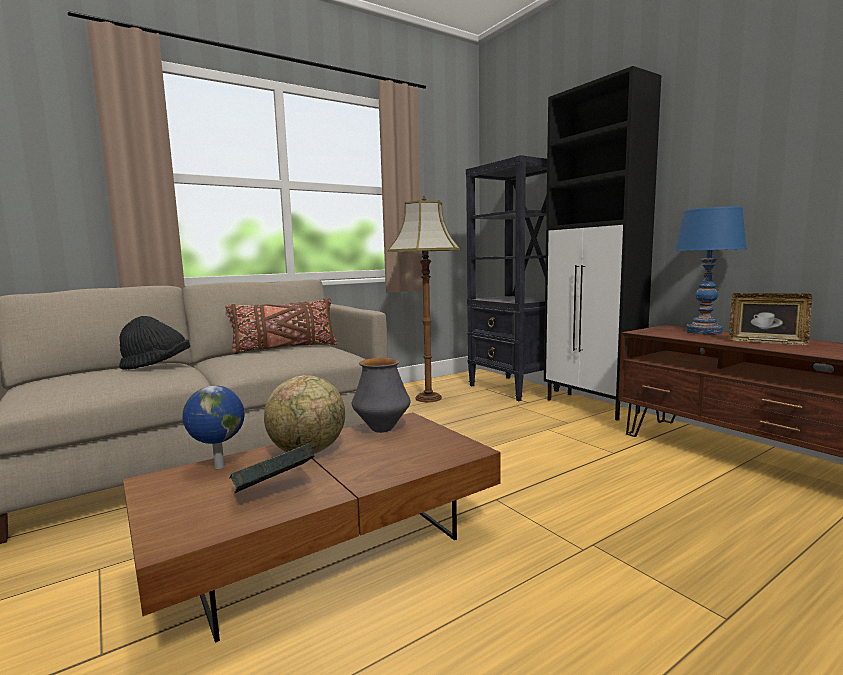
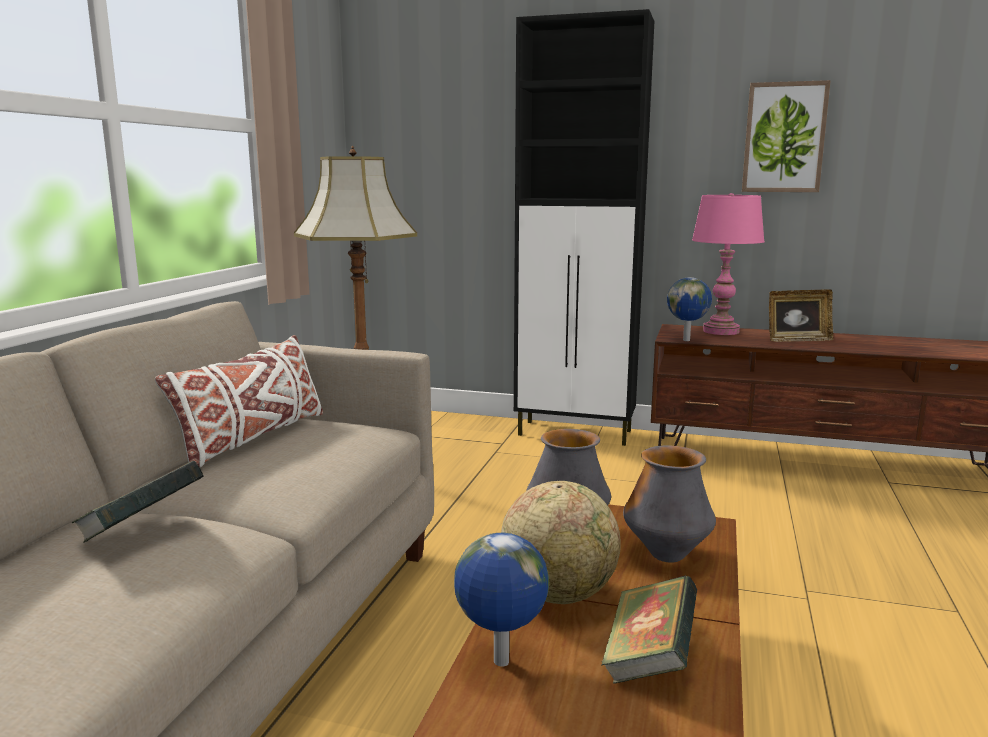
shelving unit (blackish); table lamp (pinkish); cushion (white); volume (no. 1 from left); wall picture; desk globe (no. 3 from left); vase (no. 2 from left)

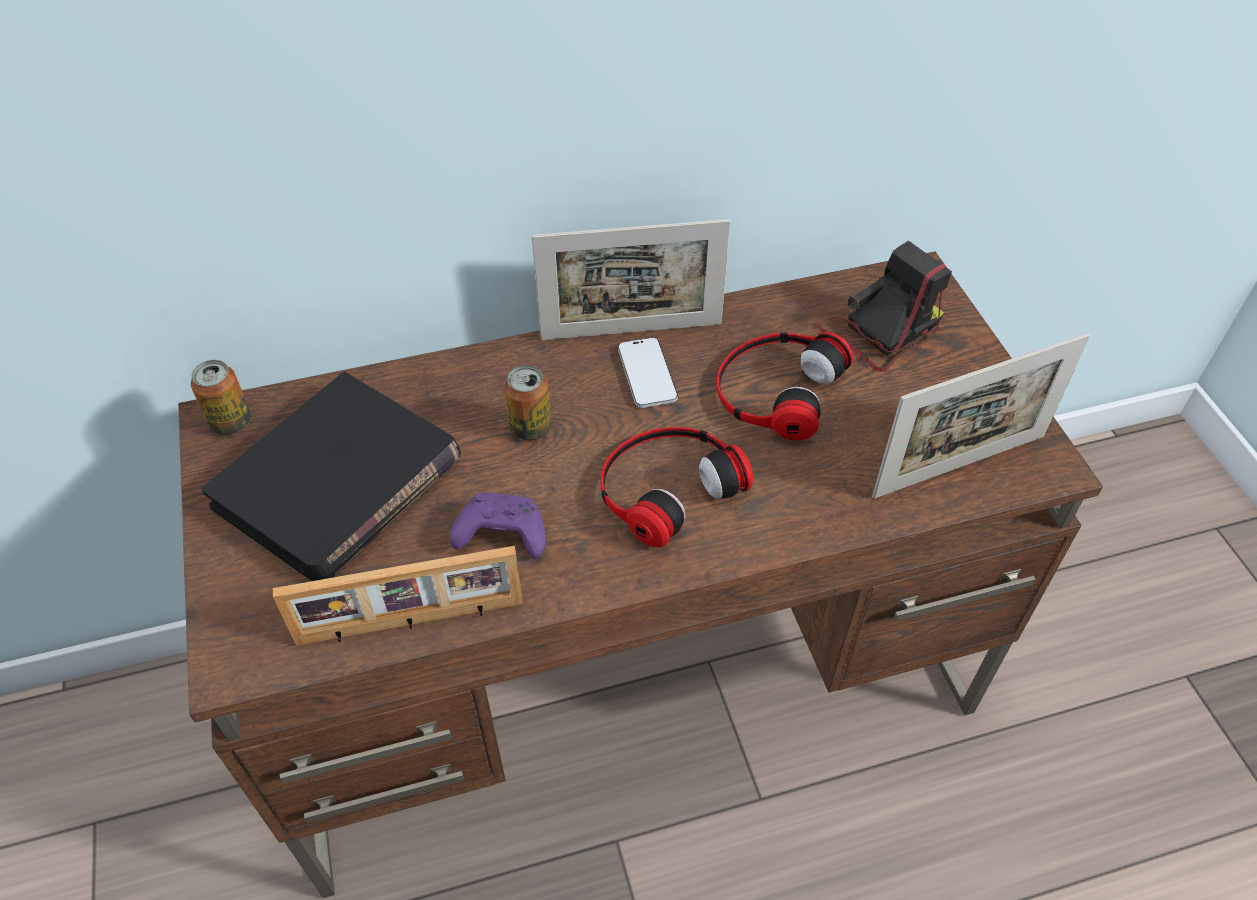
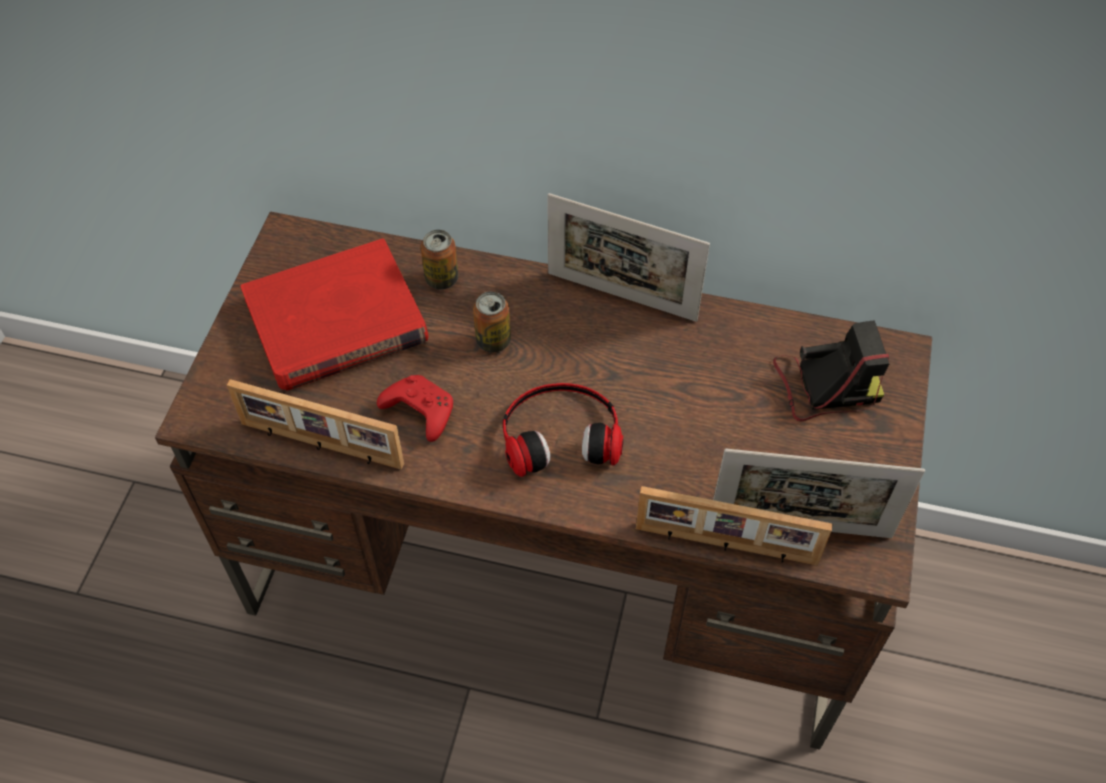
pair of headphones (no. 2 from left in the first image); phone; metal can (no. 1 from left); volume (red); joypad (red); standing frame (no. 3 from left)

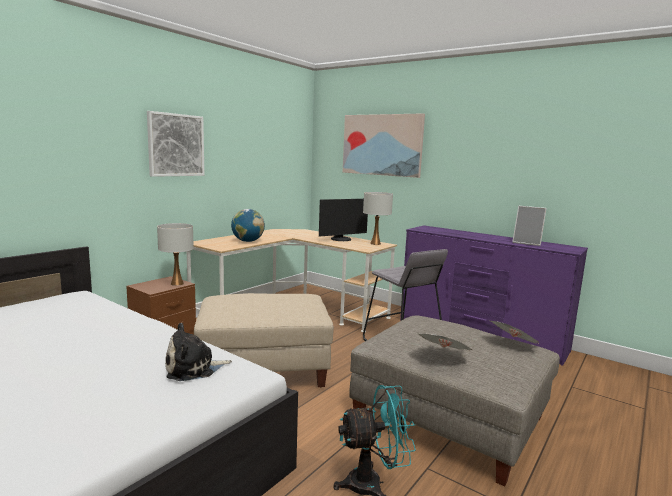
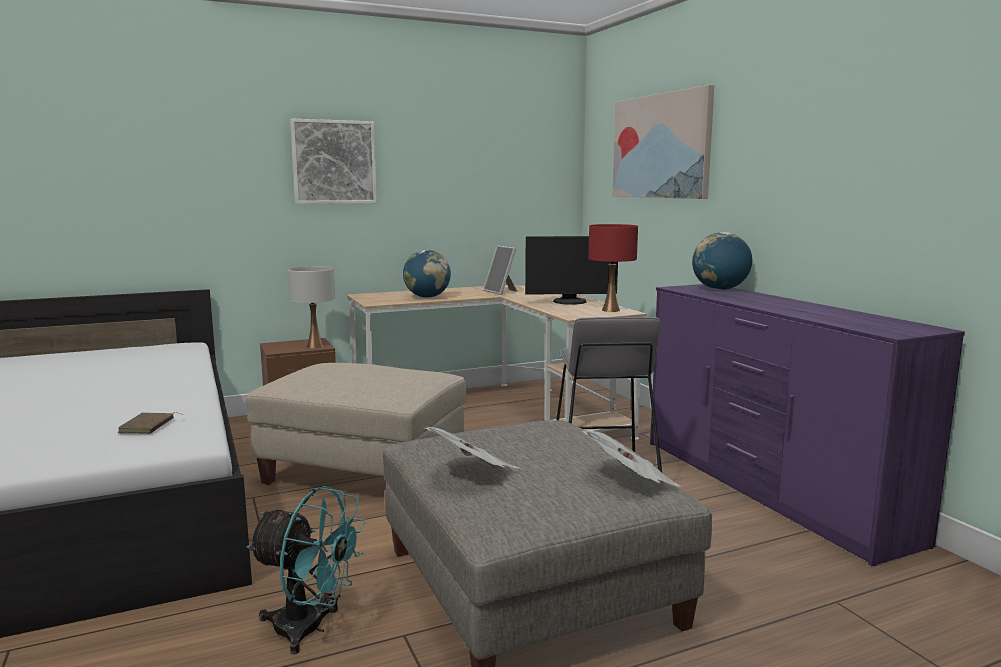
table lamp (red); standing frame; volume (brown); desk globe (no. 2 from left)

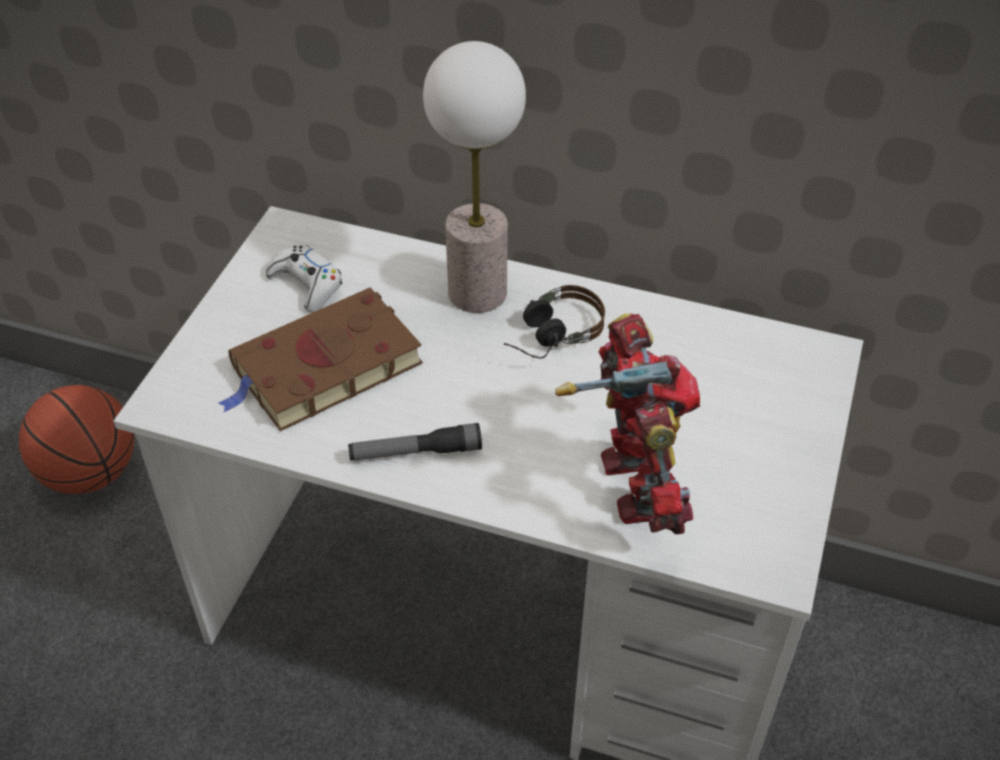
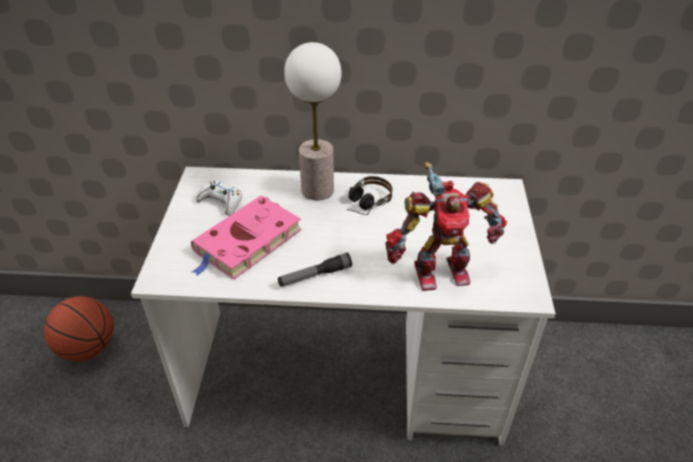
volume (pinkish); toy robot

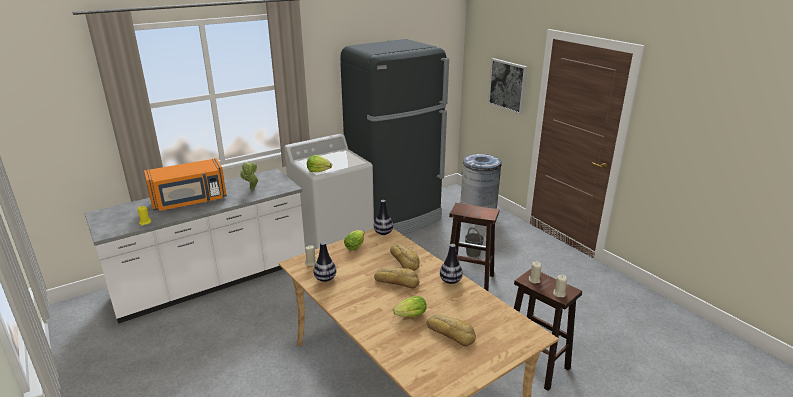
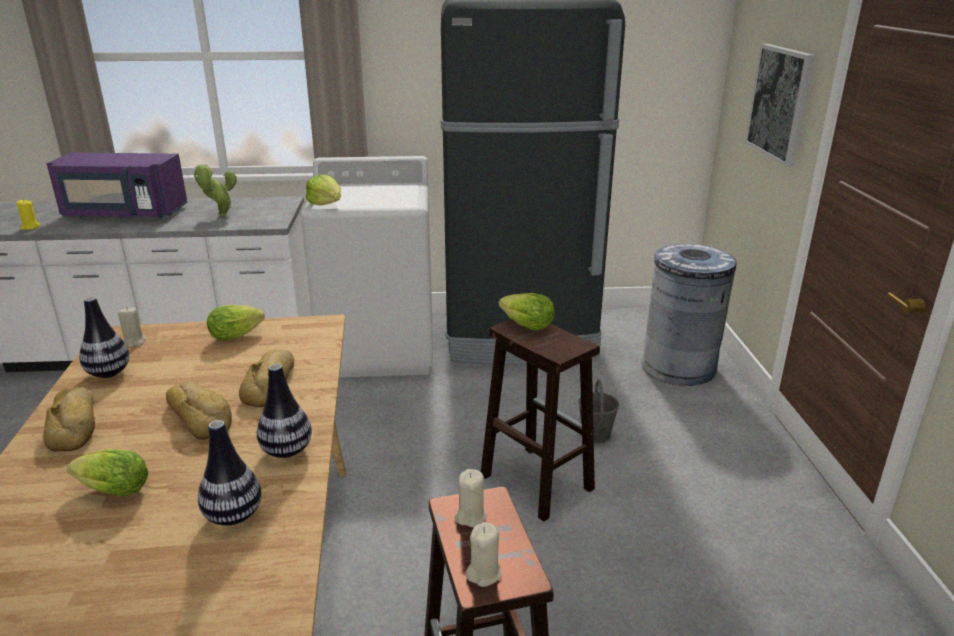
kitchen microwave (purple-coloured); vase (no. 2 from left); bread (no. 1 from left); lettuce head (no. 4 from left)

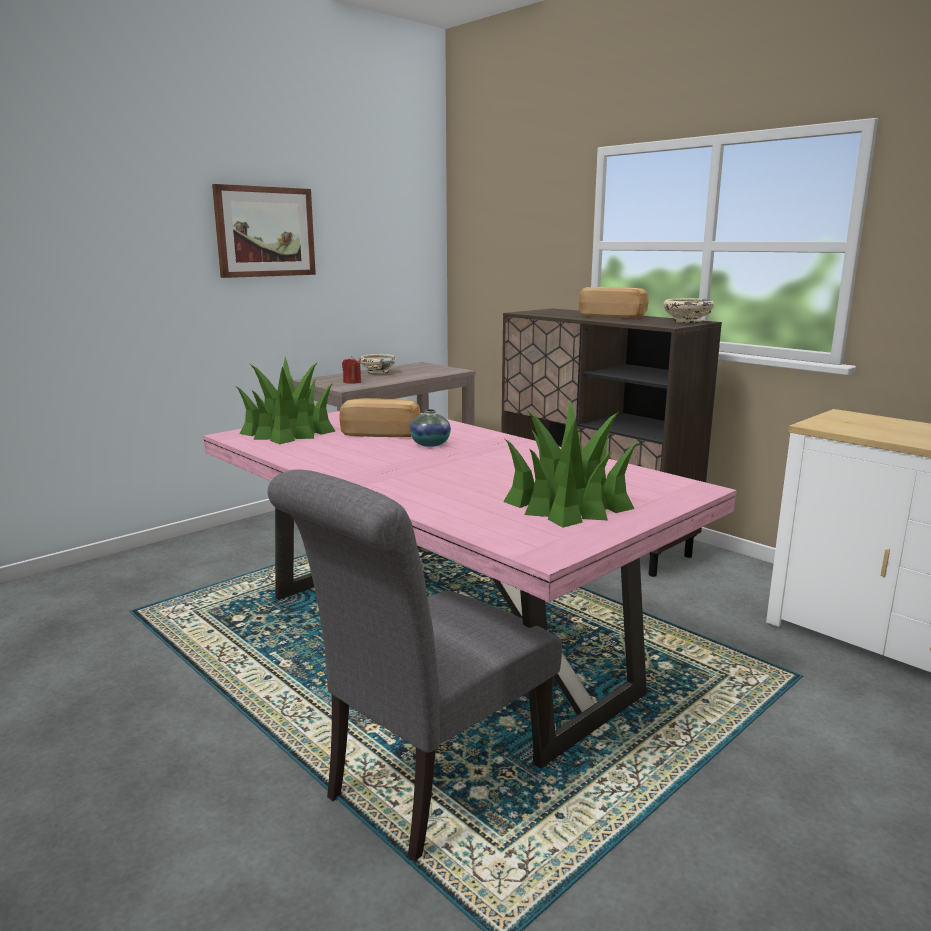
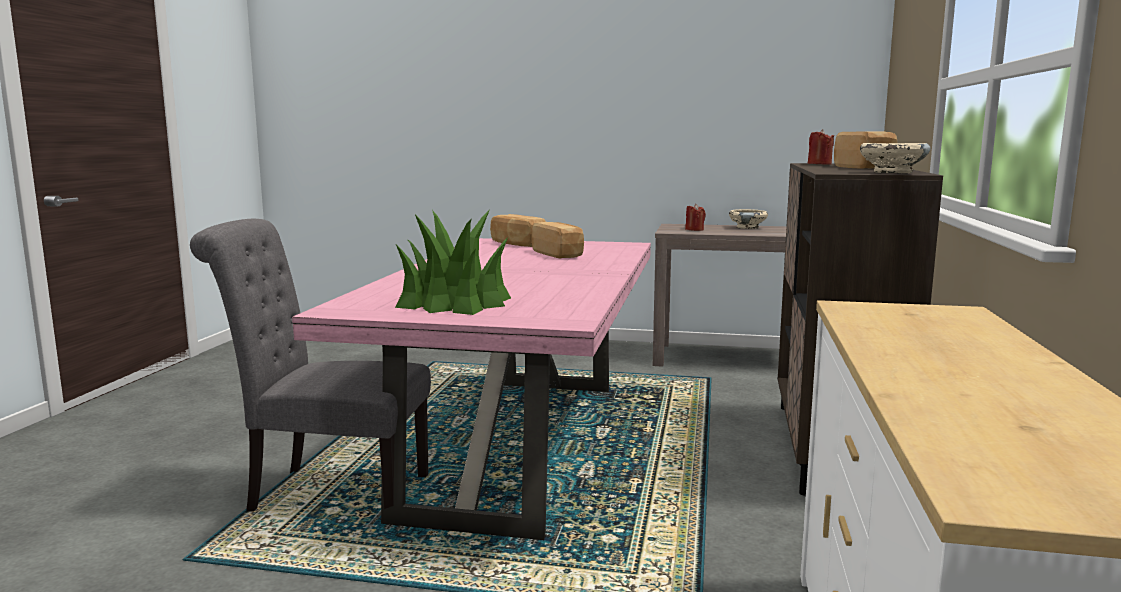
wall picture; bread (no. 1 from left); vase; candle (red) (no. 2 from left)

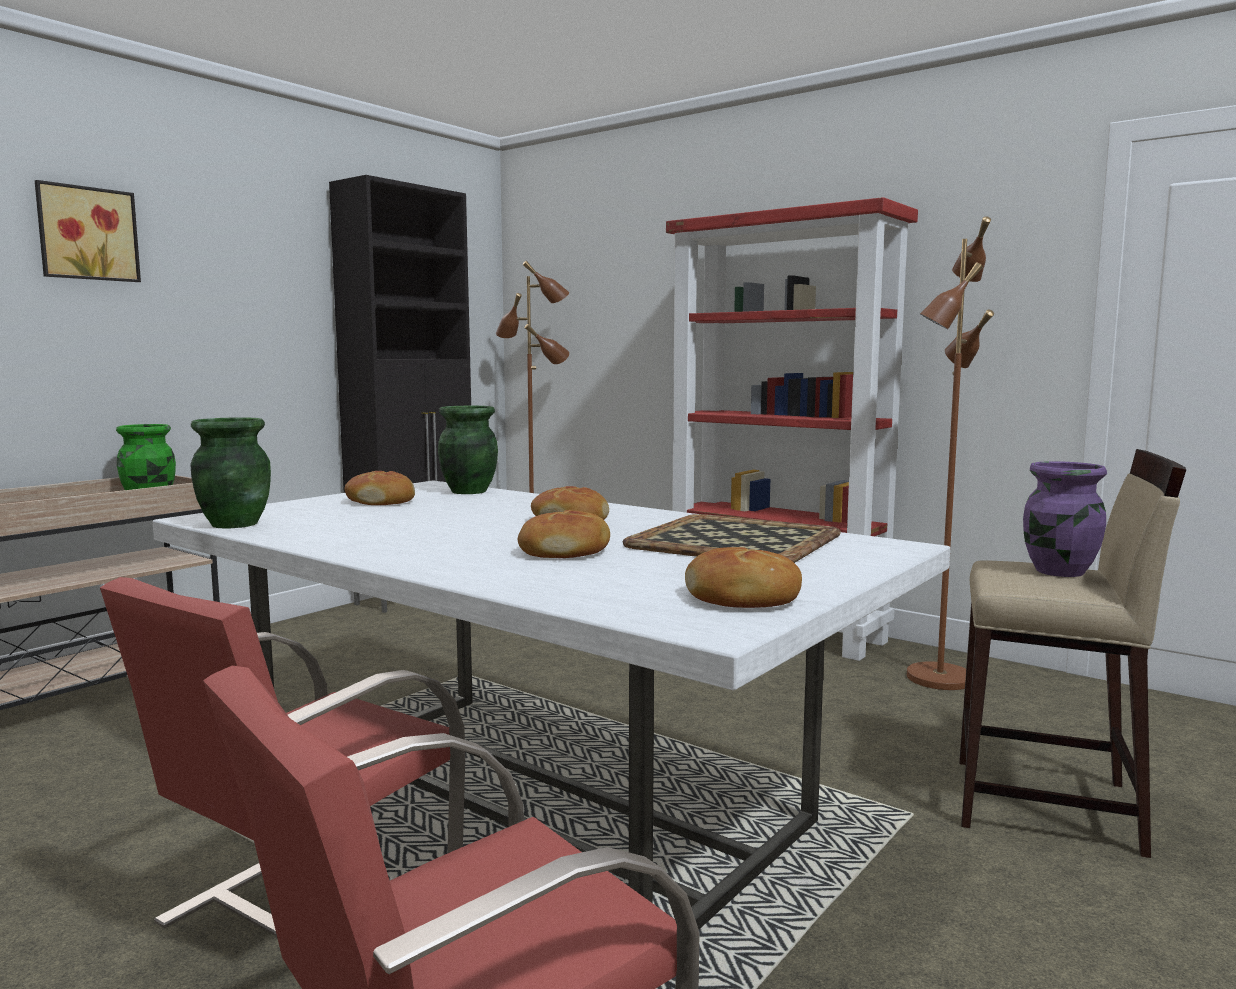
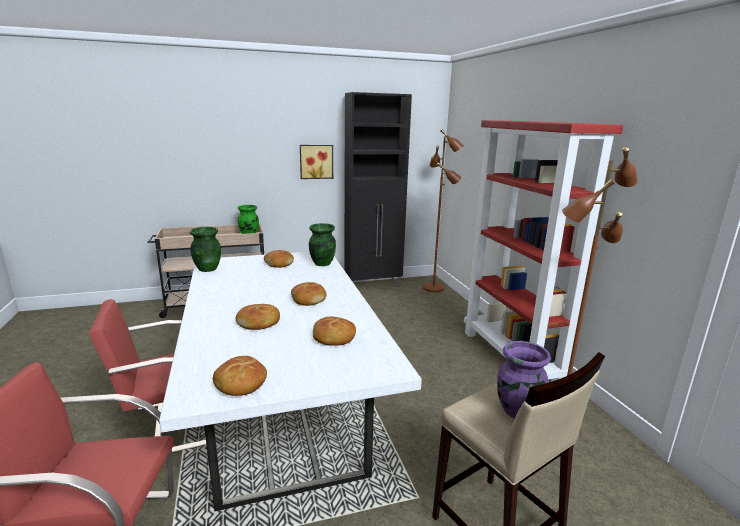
wall picture; bread (no. 5 from left)

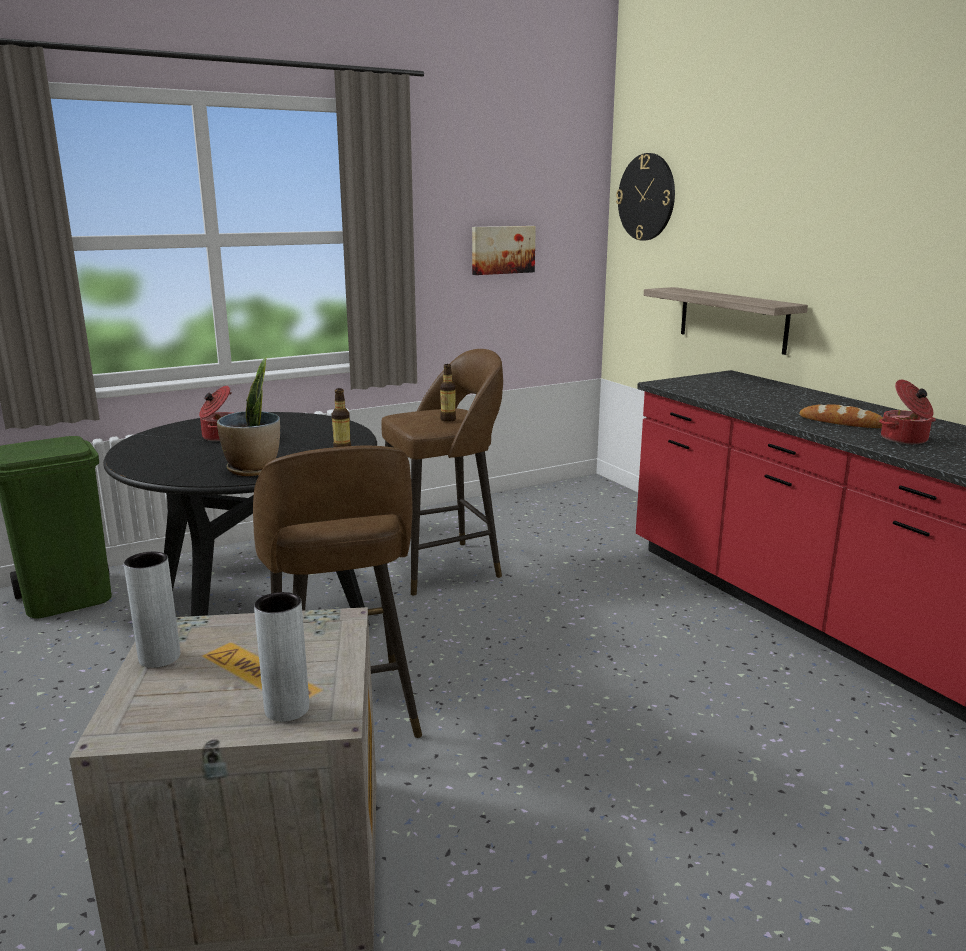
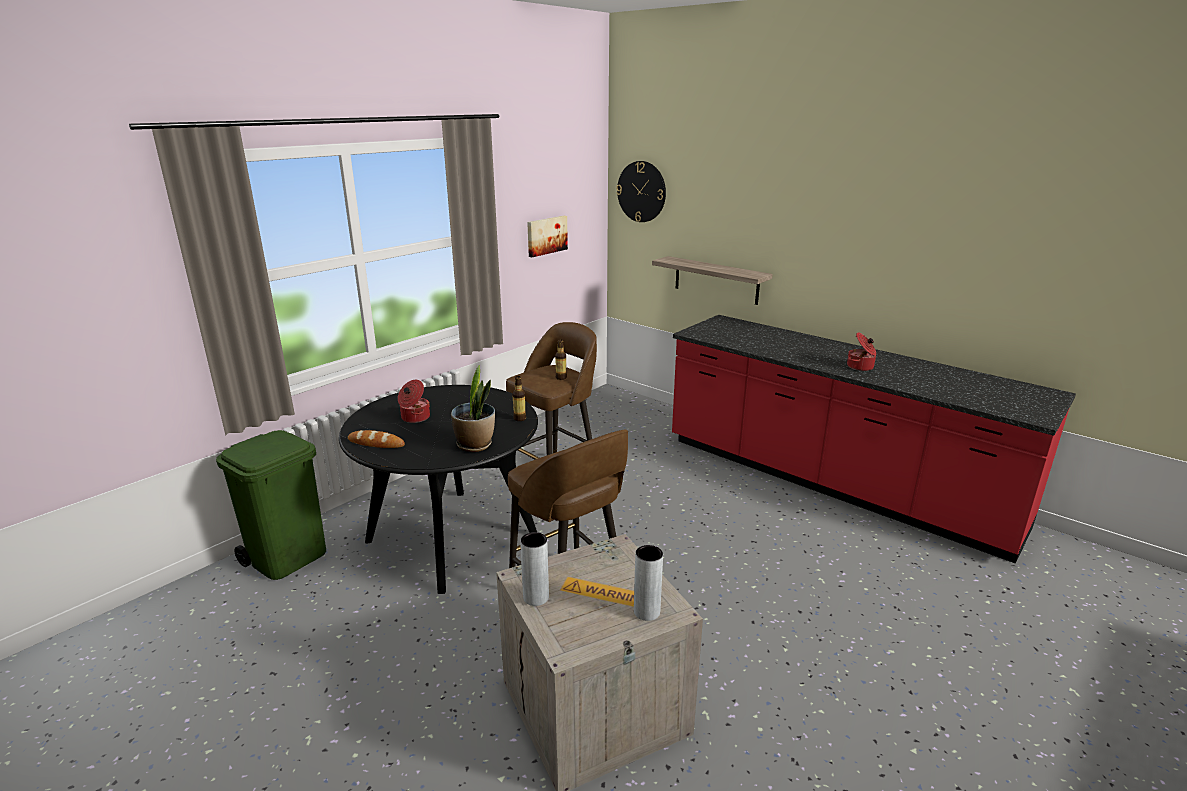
bread

